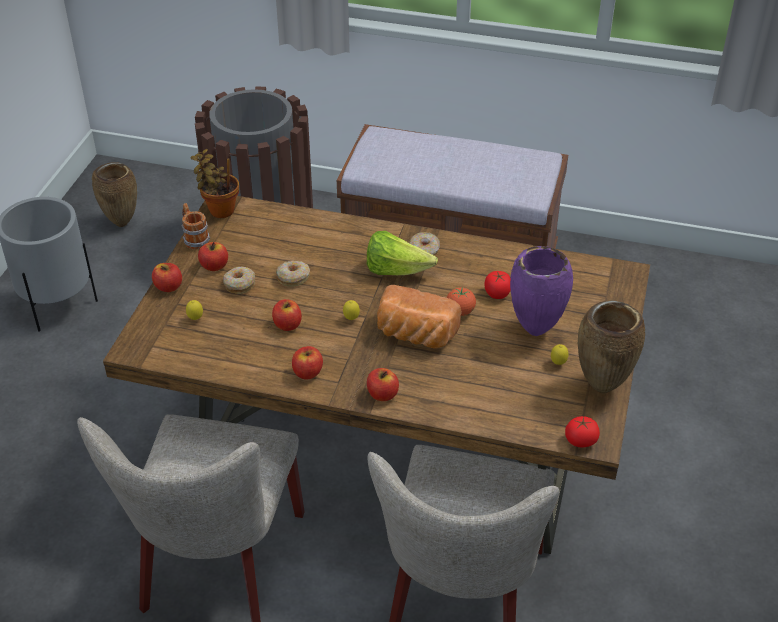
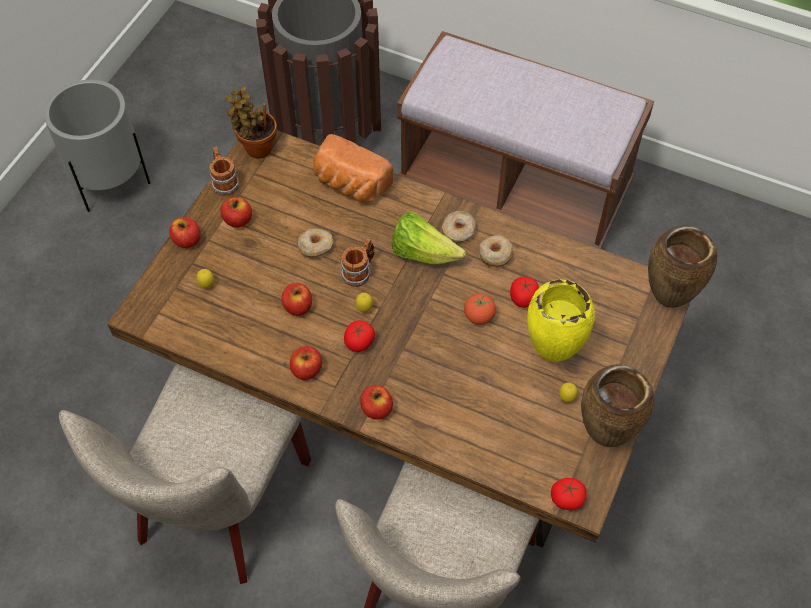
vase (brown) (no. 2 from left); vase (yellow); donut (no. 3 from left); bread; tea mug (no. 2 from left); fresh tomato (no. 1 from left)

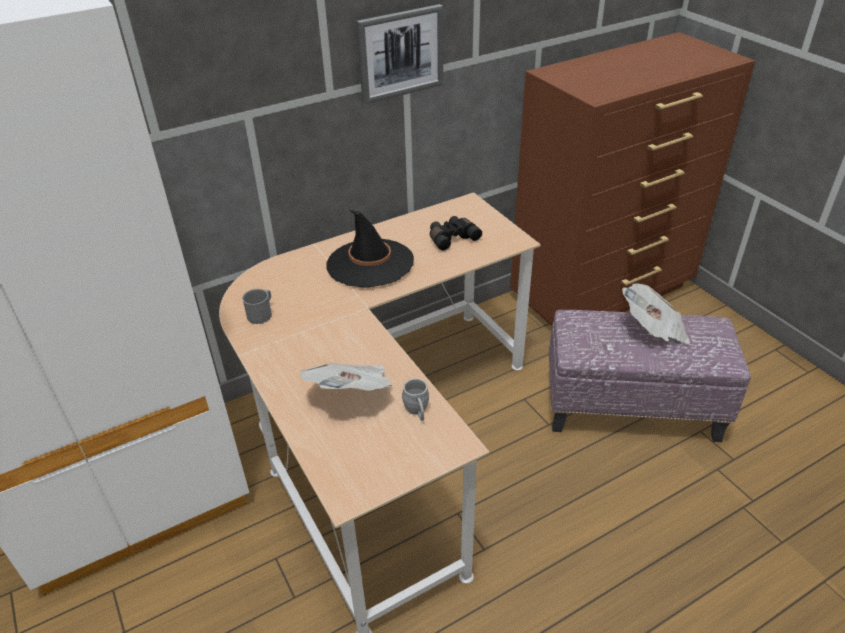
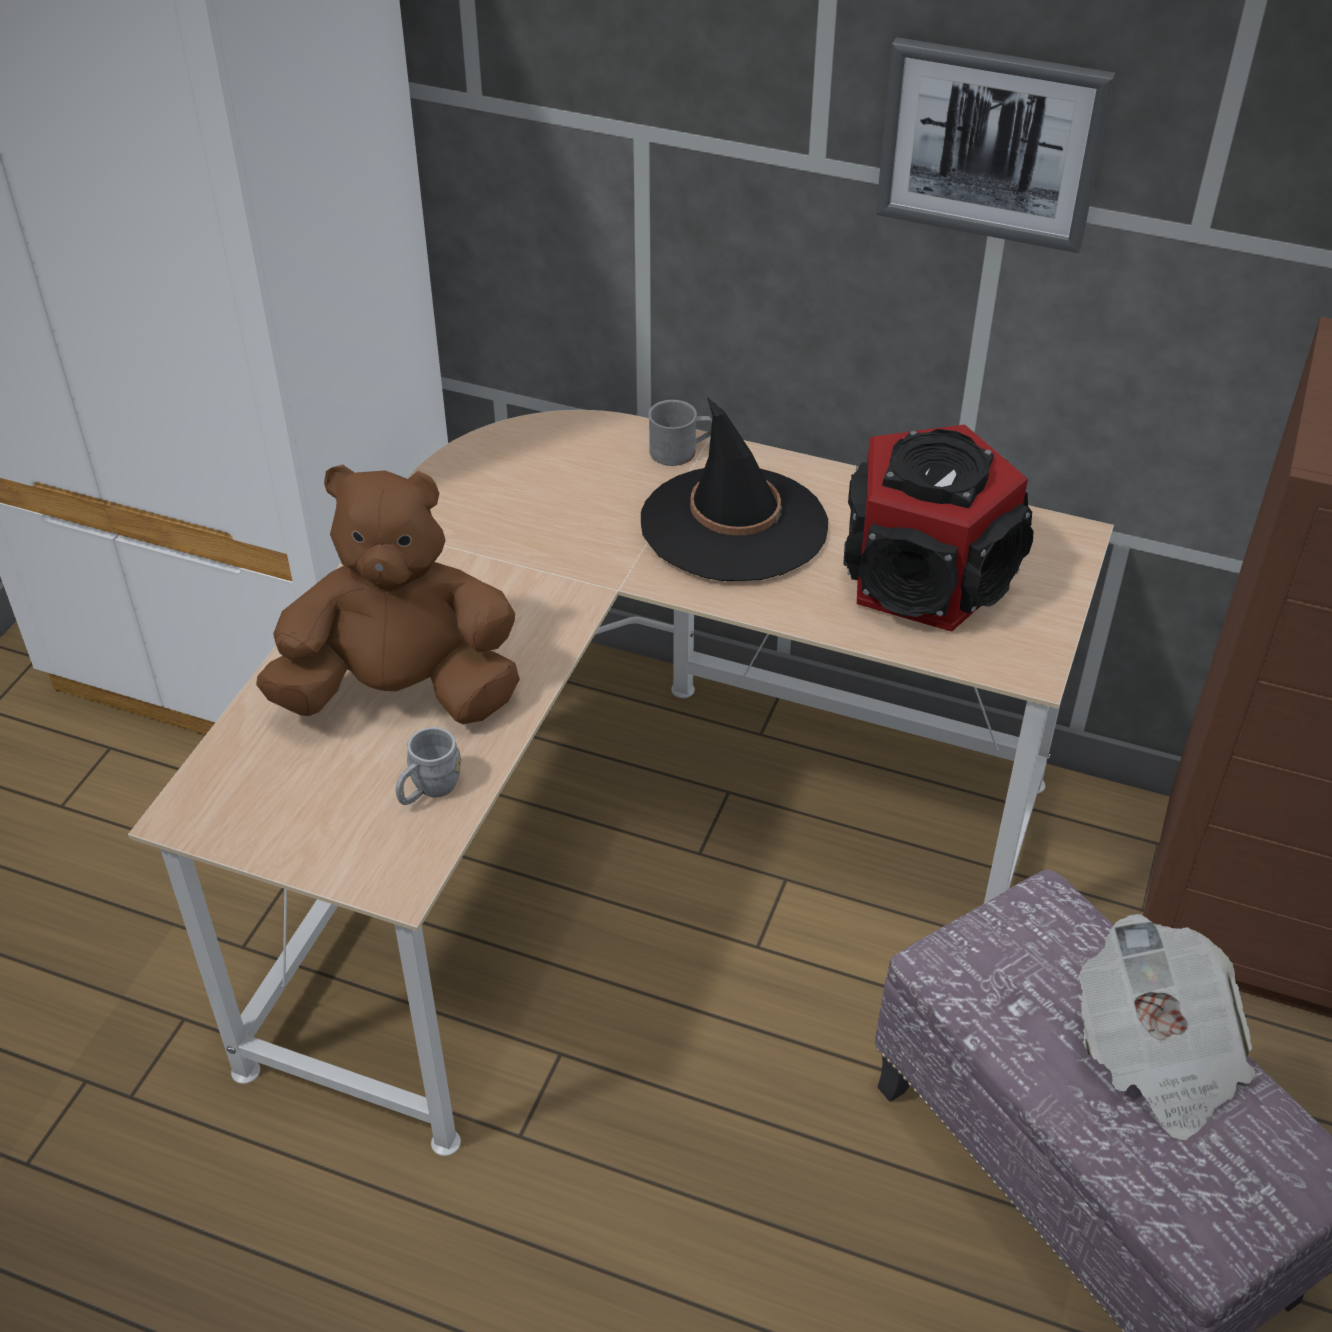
loudspeaker; tea mug (grey) (no. 2 from left); plush toy (brown)

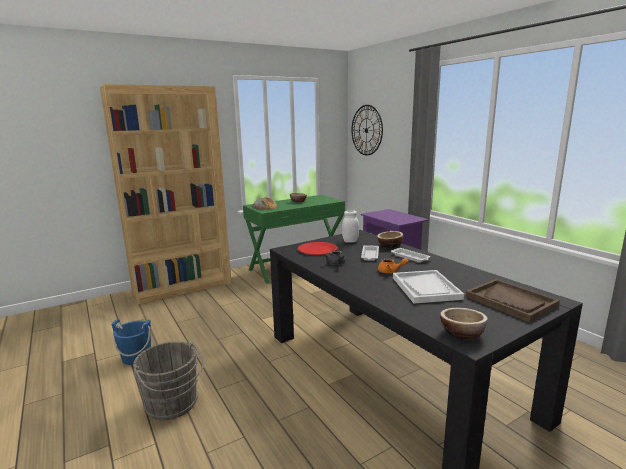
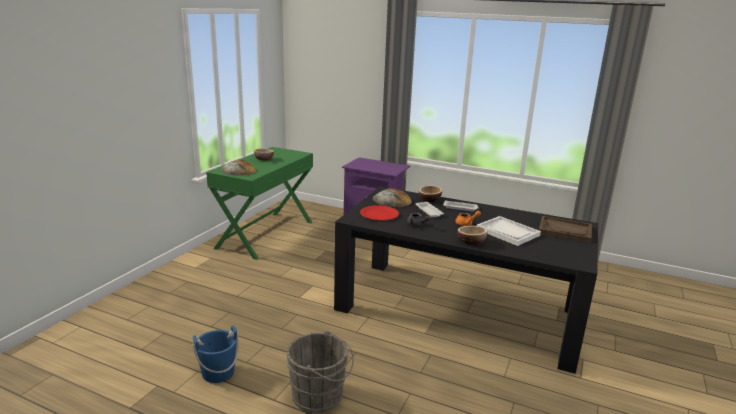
shelving unit (brown); wall clock; bread (no. 2 from left); deep dish (no. 3 from left)

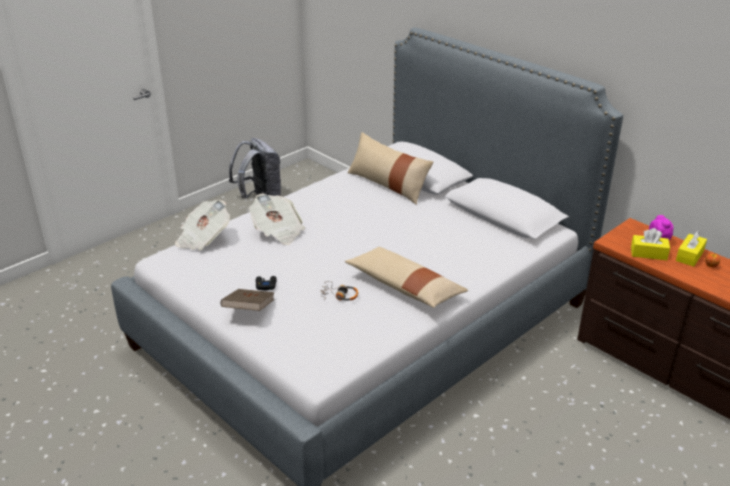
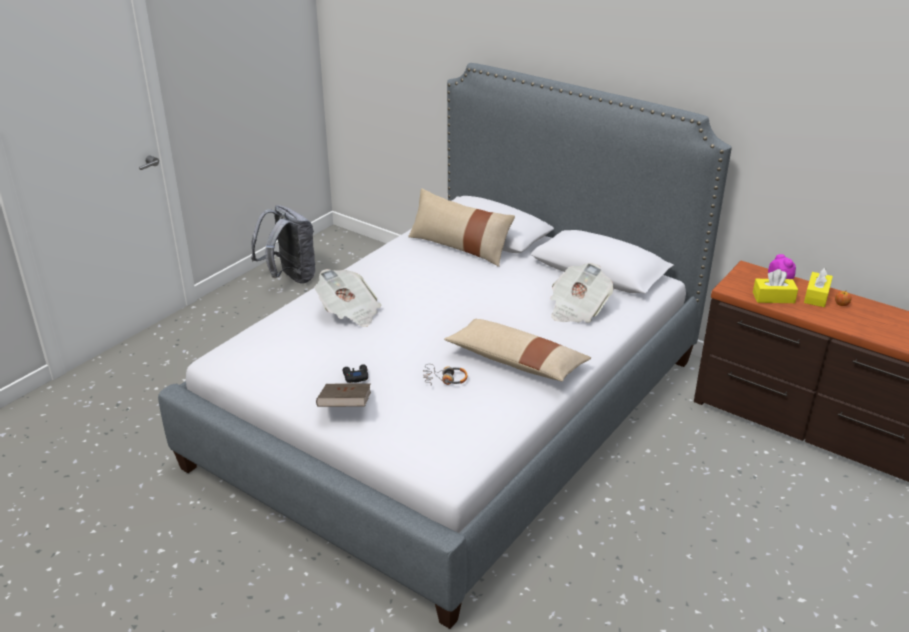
daily paper (no. 2 from left)

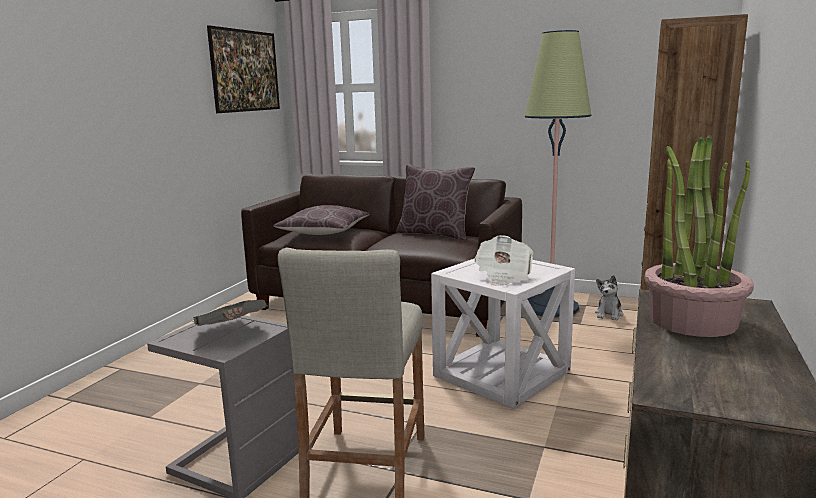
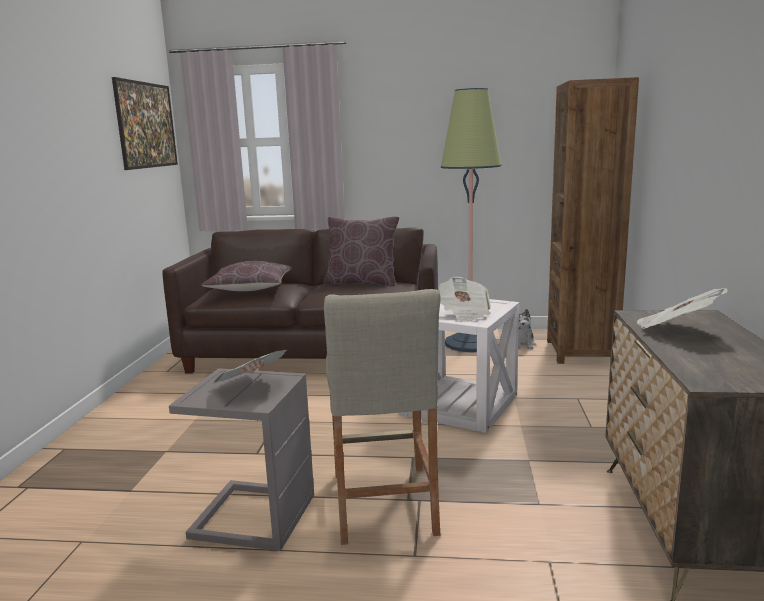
daily paper (no. 3 from left)

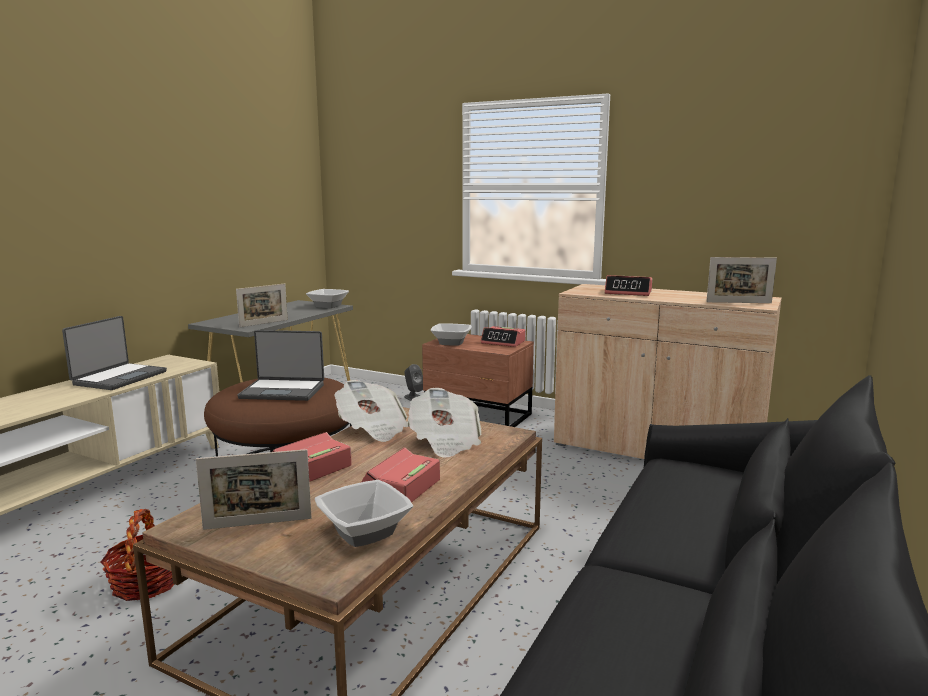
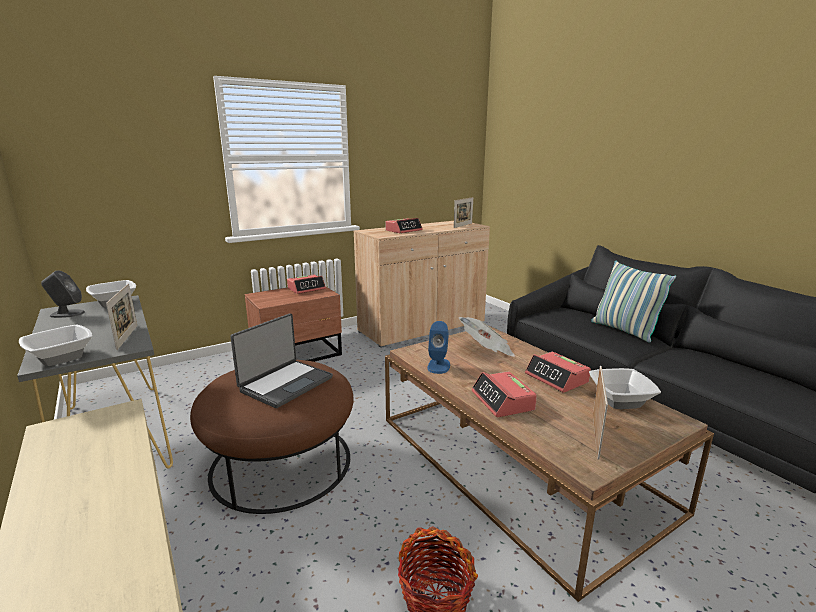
laptop (no. 1 from left in the first image); deep dish (no. 1 from left); loudspeaker (grey); loudspeaker (blue-coloured); cushion

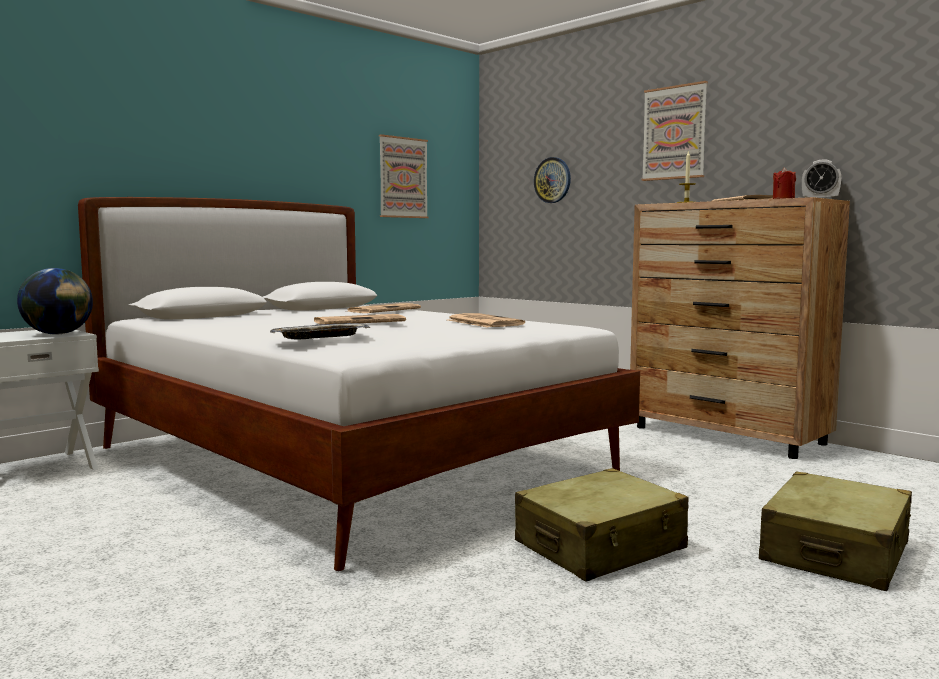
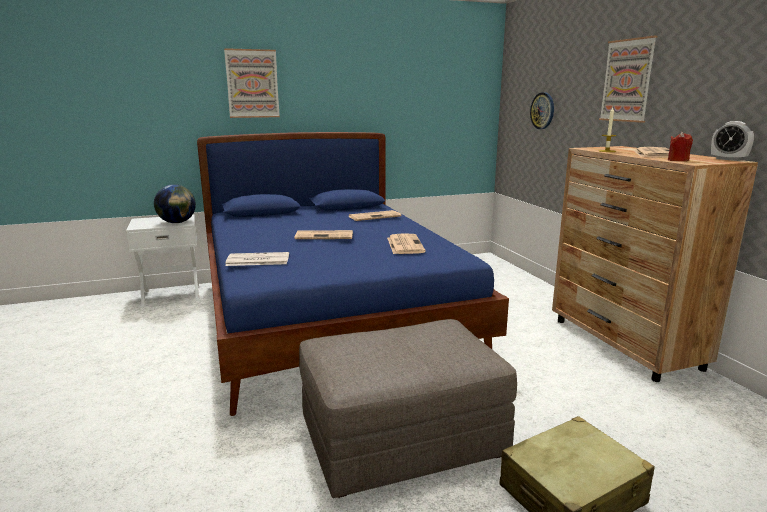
wall picture (no. 1 from left); bed (blue-coloured); daily paper (no. 1 from left); footrest (grey)

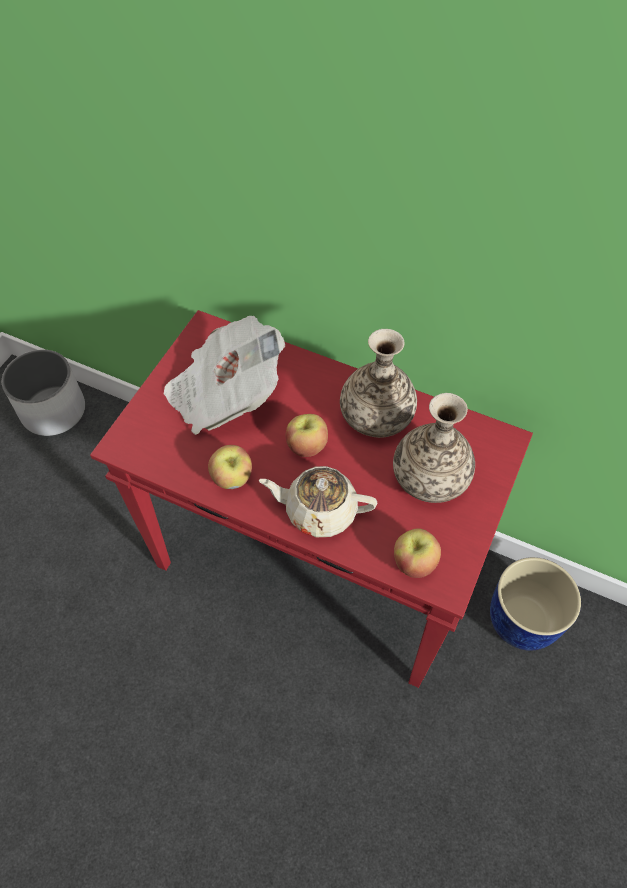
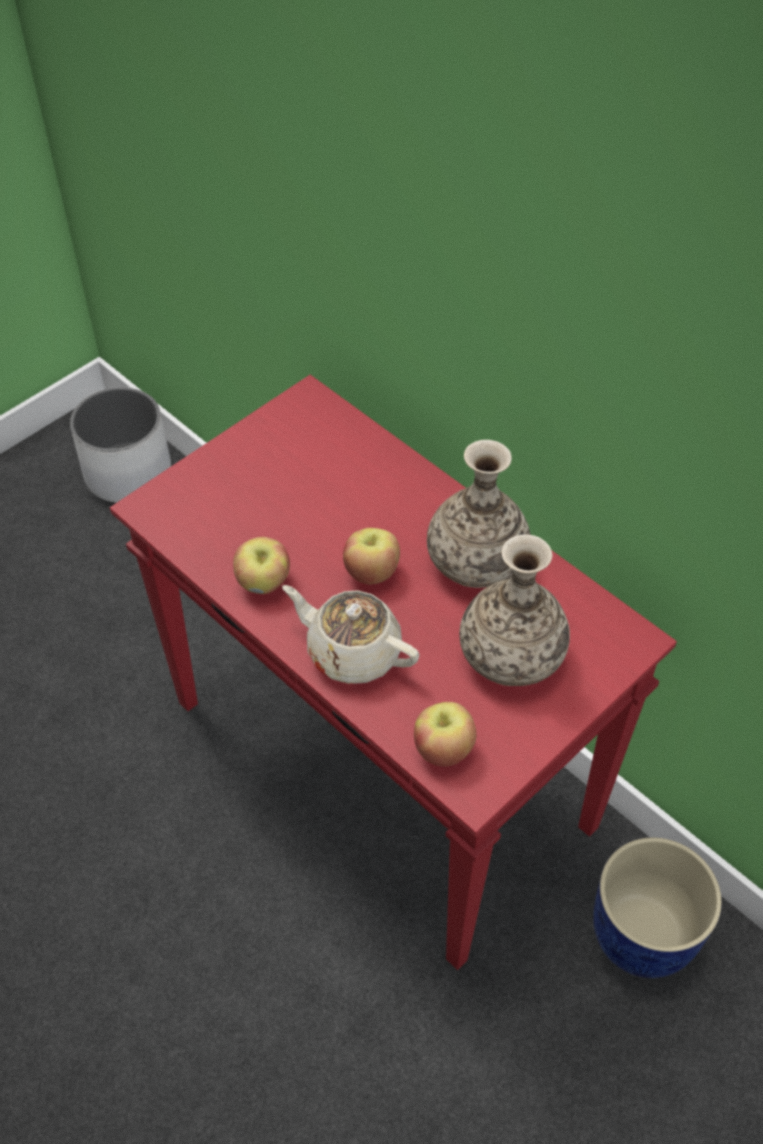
daily paper

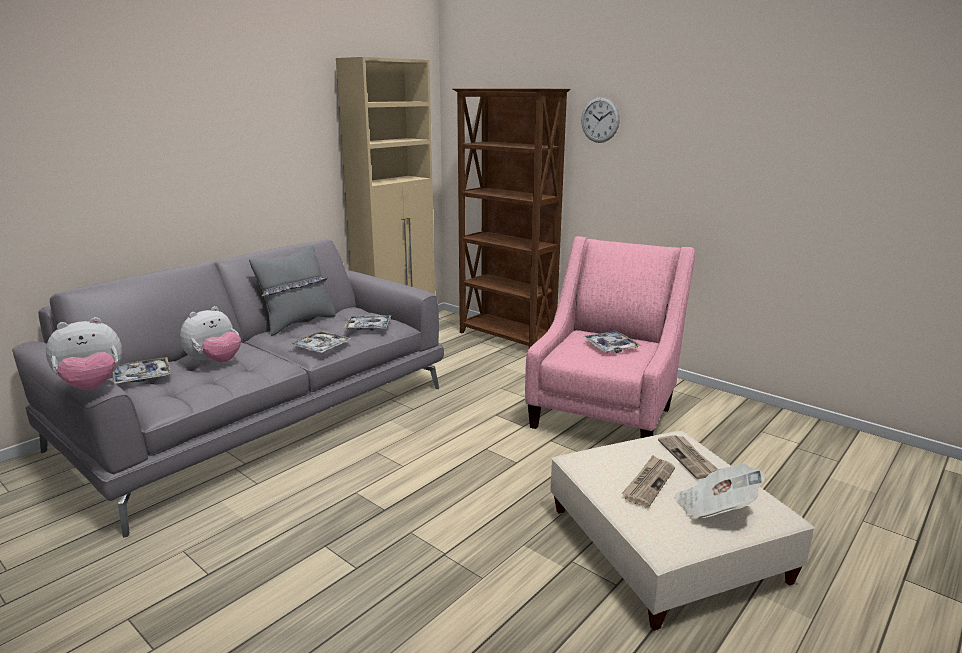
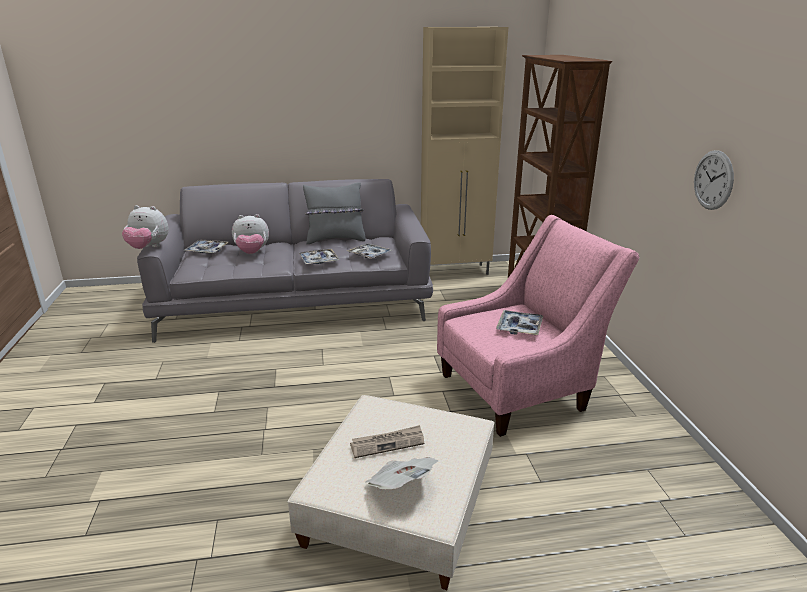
wall clock; daily paper (no. 2 from left in the first image)

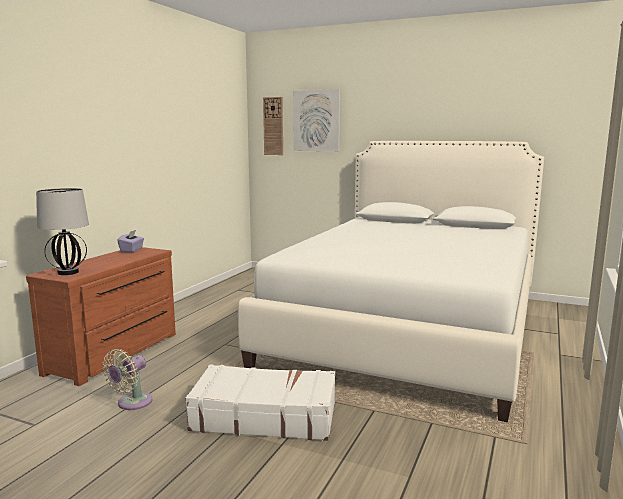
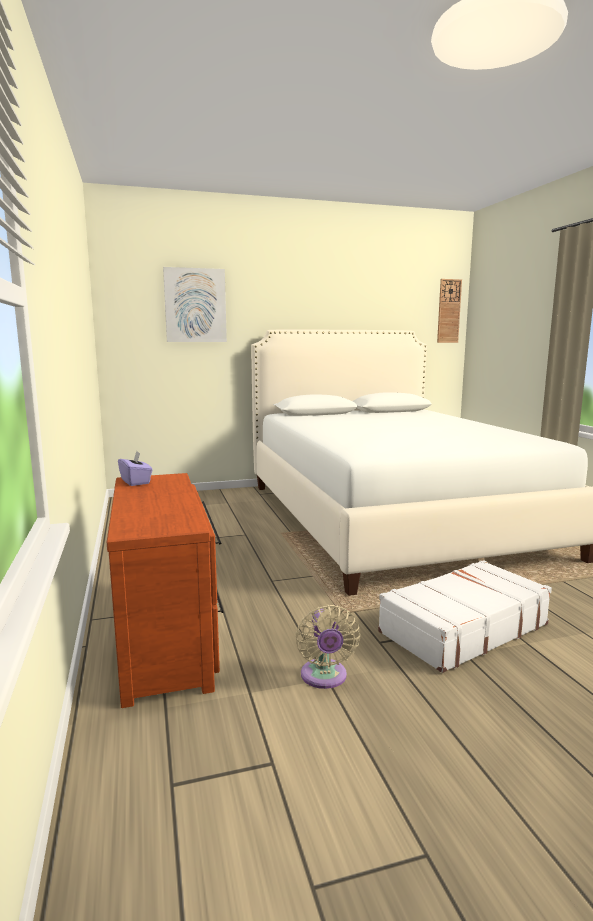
wall clock; table lamp

